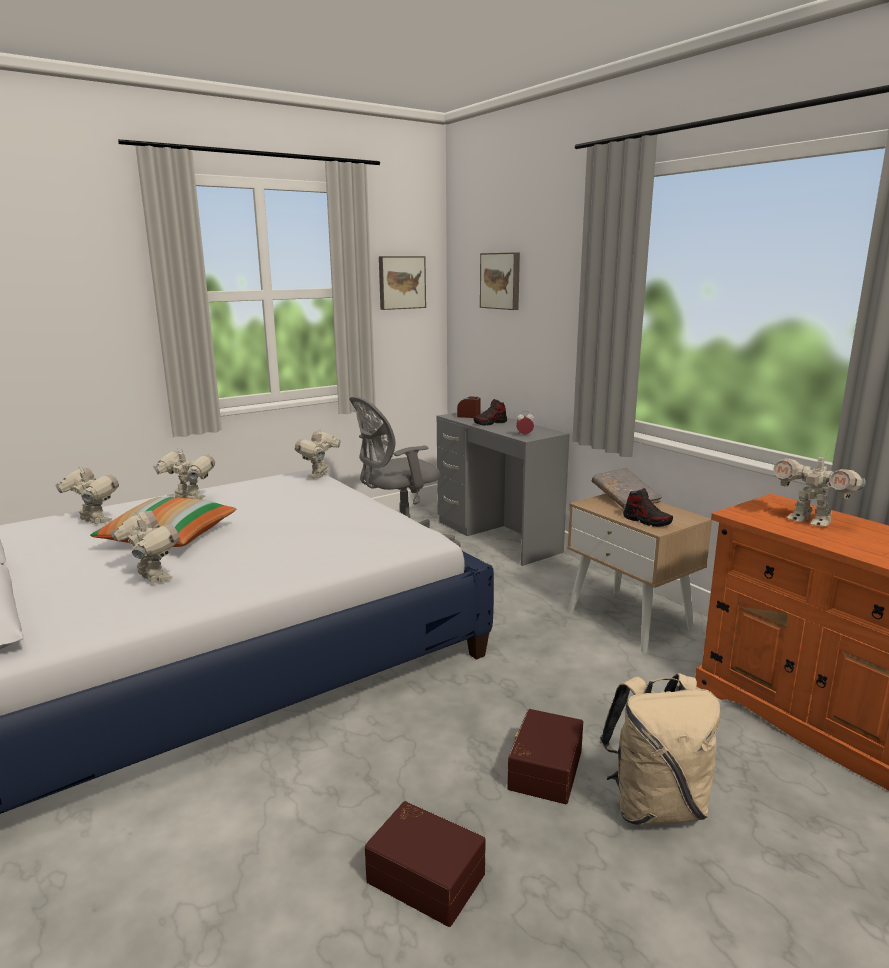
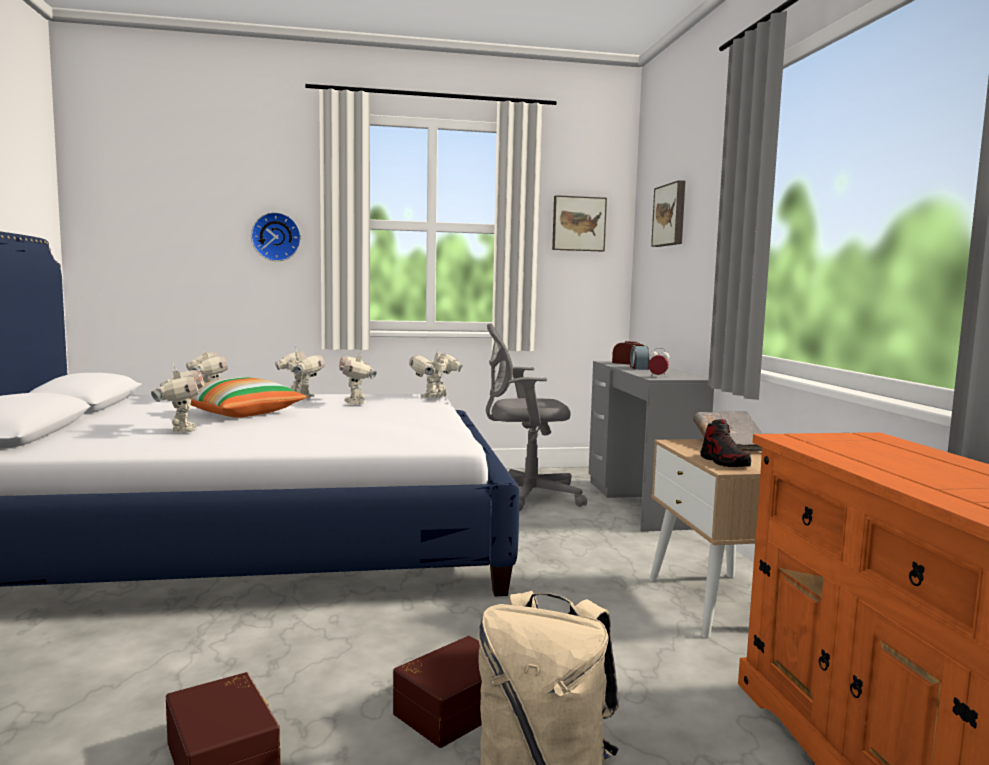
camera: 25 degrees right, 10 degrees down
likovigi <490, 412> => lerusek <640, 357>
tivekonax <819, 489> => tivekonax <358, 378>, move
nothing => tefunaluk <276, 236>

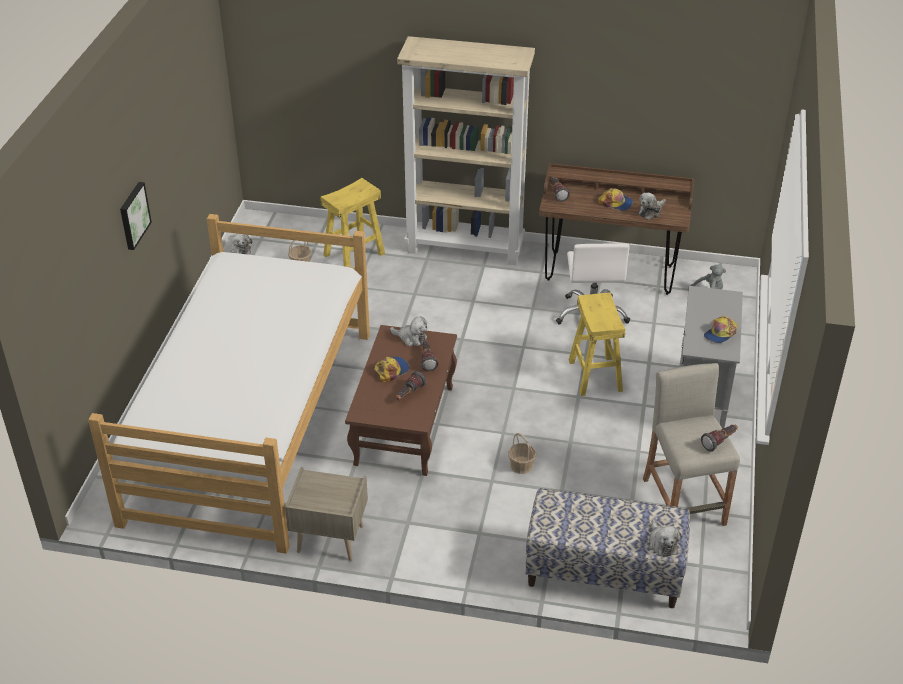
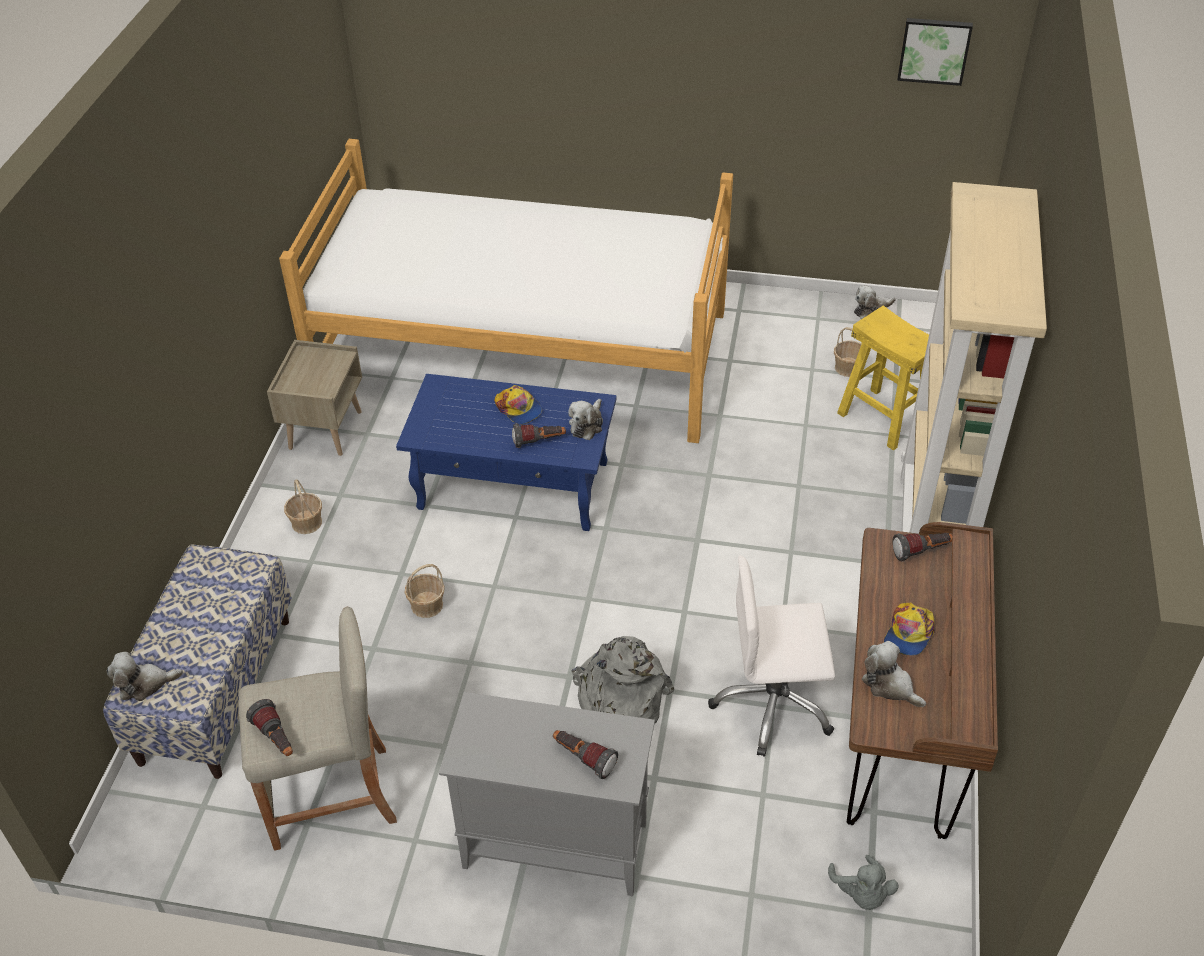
camera: 90 degrees right, 5 degrees up
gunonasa <136, 216> => gunonasa <935, 52>, move
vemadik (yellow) <597, 344> => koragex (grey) <623, 679>
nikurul <721, 329> => nothing
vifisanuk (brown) <401, 400> => vifisanuk (blue) <506, 452>
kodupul <411, 385> => kodupul <585, 754>, move
nothing => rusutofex <303, 506>

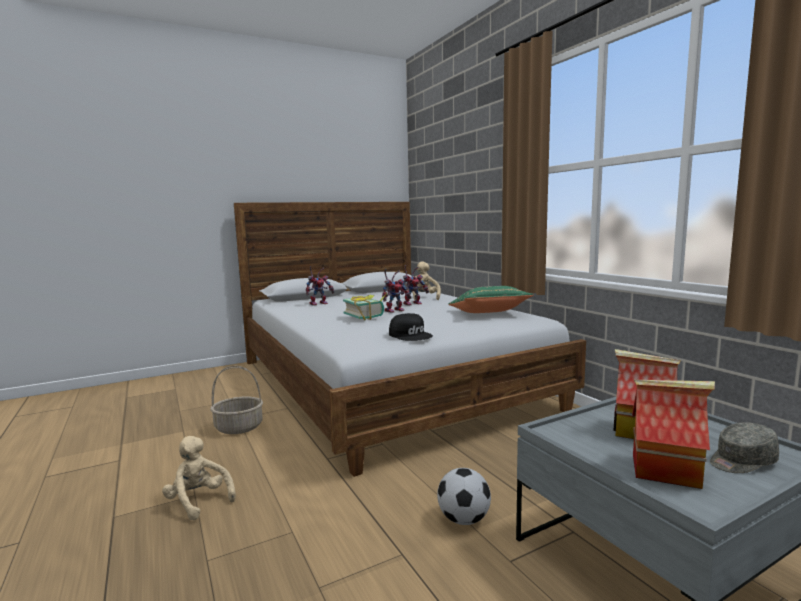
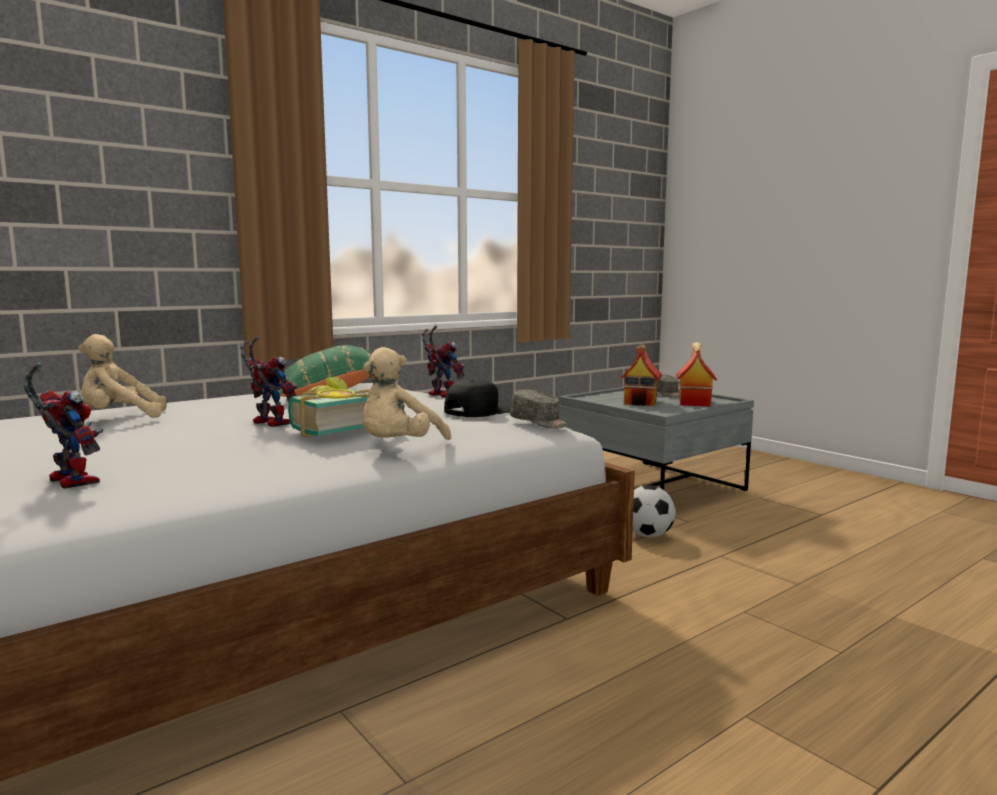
camera: 100 degrees left, 0 degrees up
tivekonax <415, 285> => tivekonax <443, 362>, move
rusutofex <236, 399> => nothing
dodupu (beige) <199, 478> => dodupu (beige) <407, 393>, move
nothing => nikurul (grey) <539, 409>

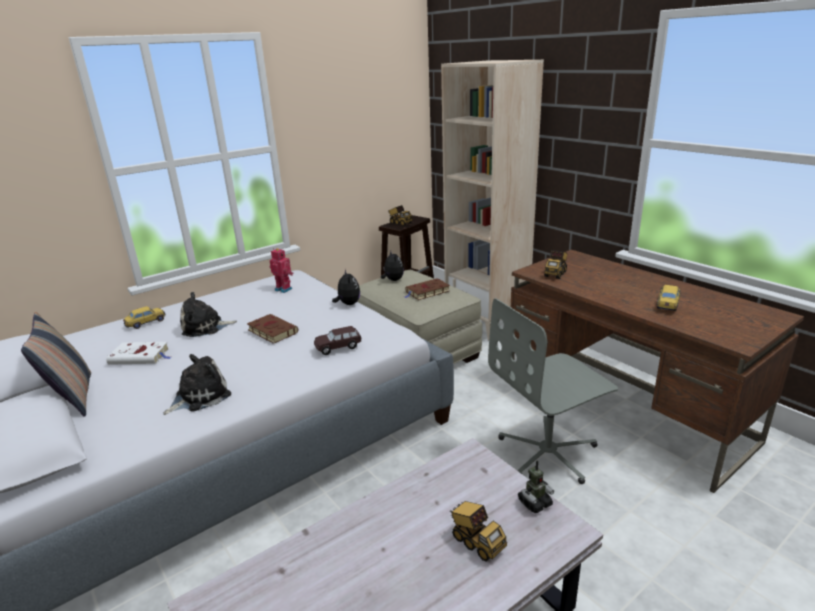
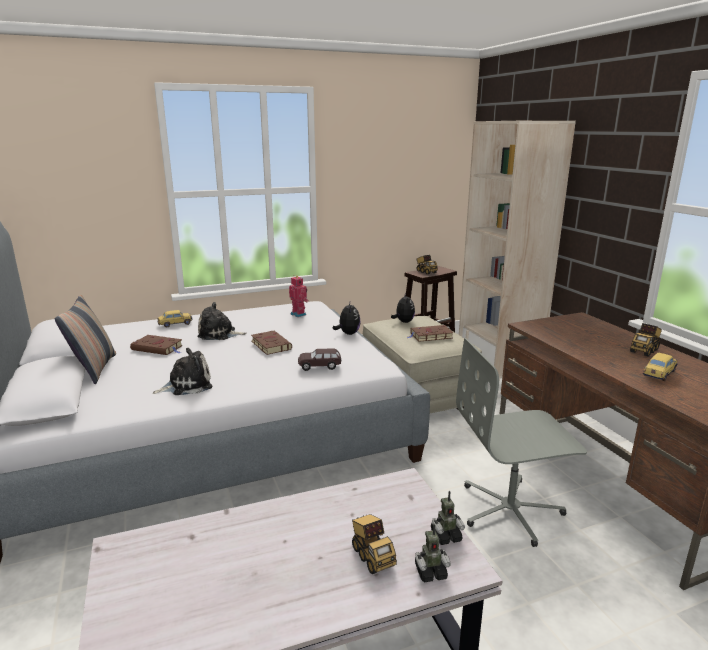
camera: 15 degrees right, 5 degrees down
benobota <556, 264> => benobota <646, 340>, move
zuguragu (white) <138, 353> => zuguragu (brown) <156, 345>
nothing => tivekonax <433, 553>

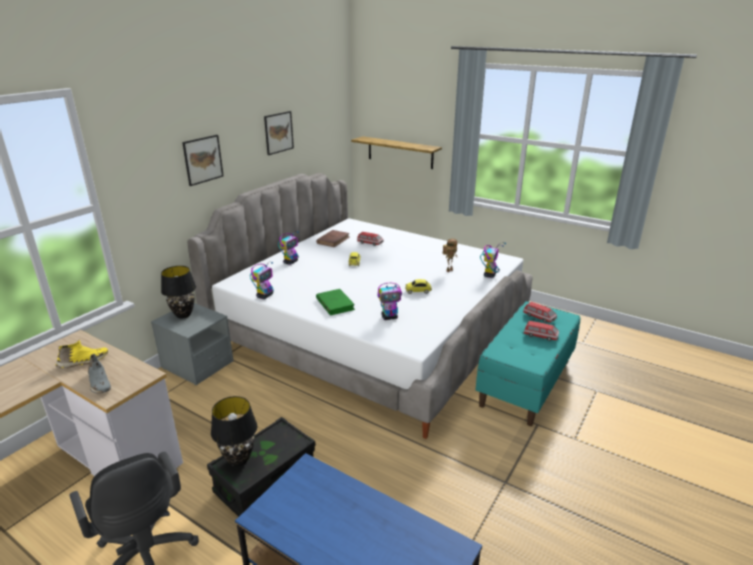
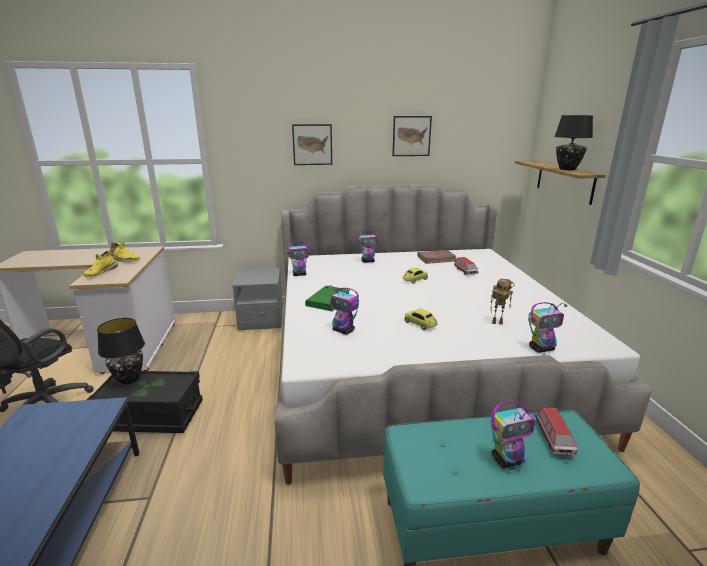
camera: 50 degrees right, 5 degrees down
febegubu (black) <178, 292> => febegubu (black) <574, 142>, move
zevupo <541, 331> => tivekonax <514, 434>
likovigi (grey) <99, 373> => likovigi (yellow) <101, 264>

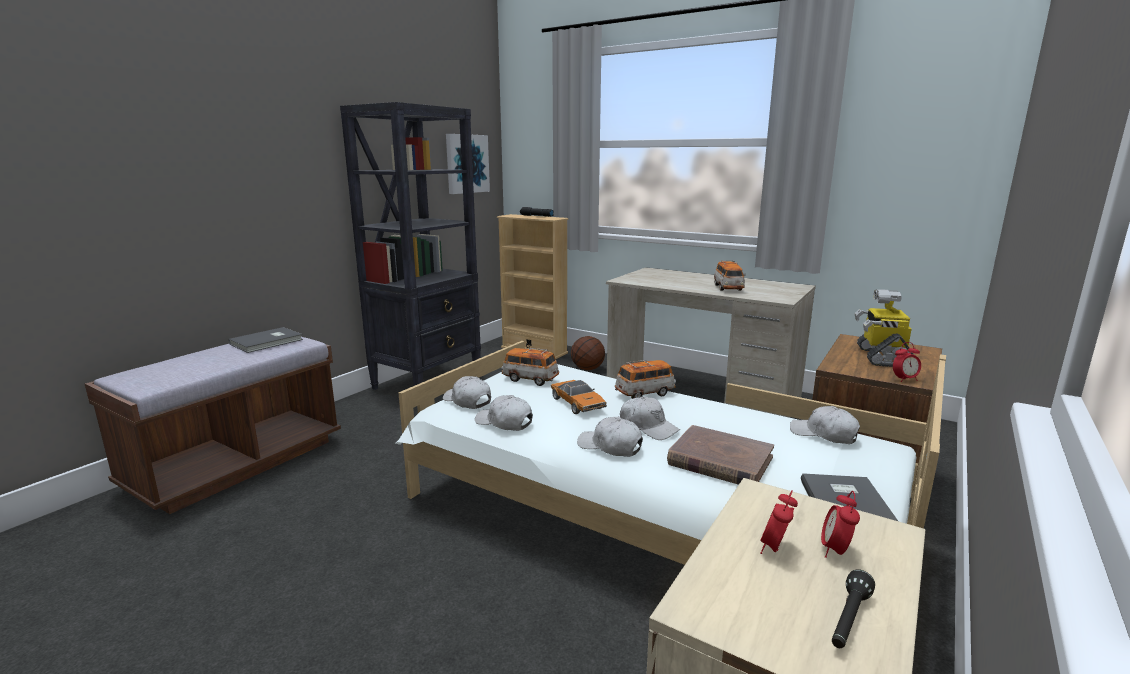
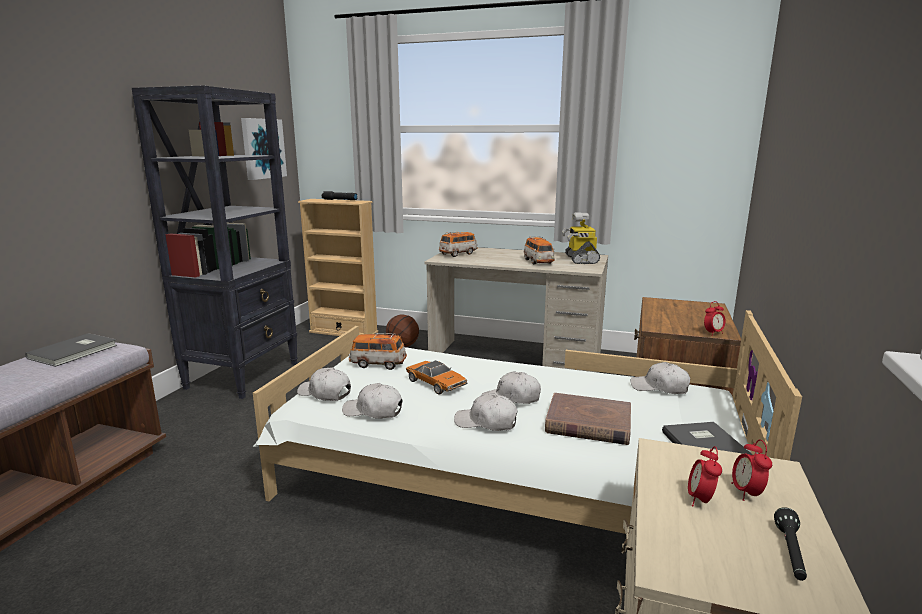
camera: 15 degrees left, 0 degrees up
tivekonax <883, 328> => tivekonax <581, 238>, move
zevupo <645, 379> => zevupo <458, 244>, move
nikurul (white) <650, 418> => nikurul (white) <511, 387>, 150 degrees clockwise

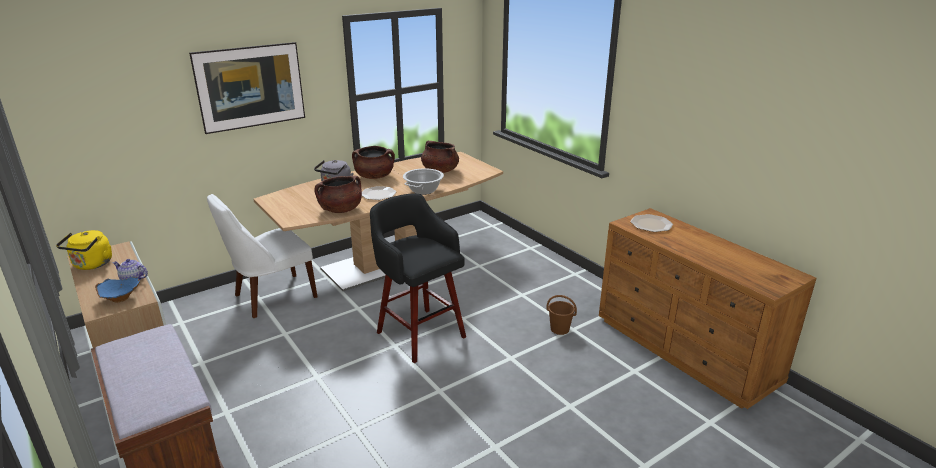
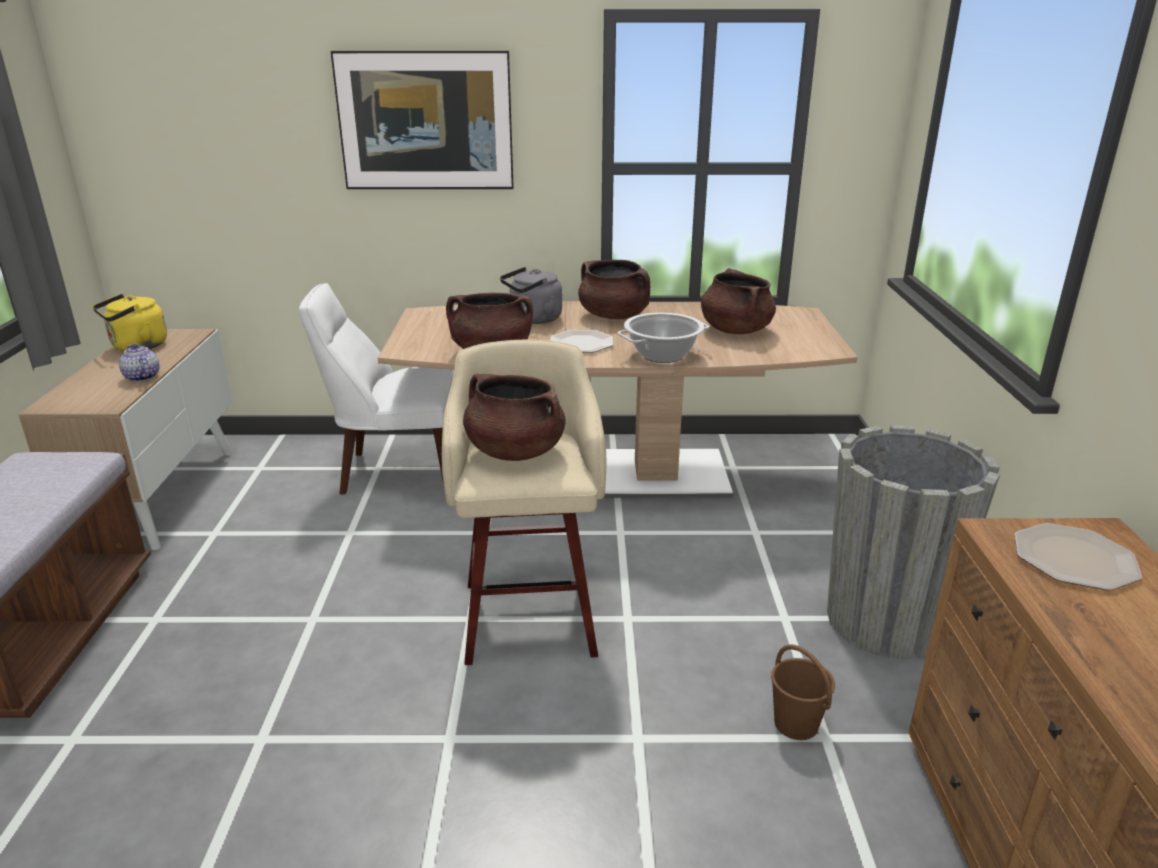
camera: 35 degrees right, 0 degrees up
vemadik (black) <418, 278> => vemadik (beige) <524, 502>
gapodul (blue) <117, 289> => nothing
nothing => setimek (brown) <514, 417>
nothing => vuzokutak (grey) <913, 542>

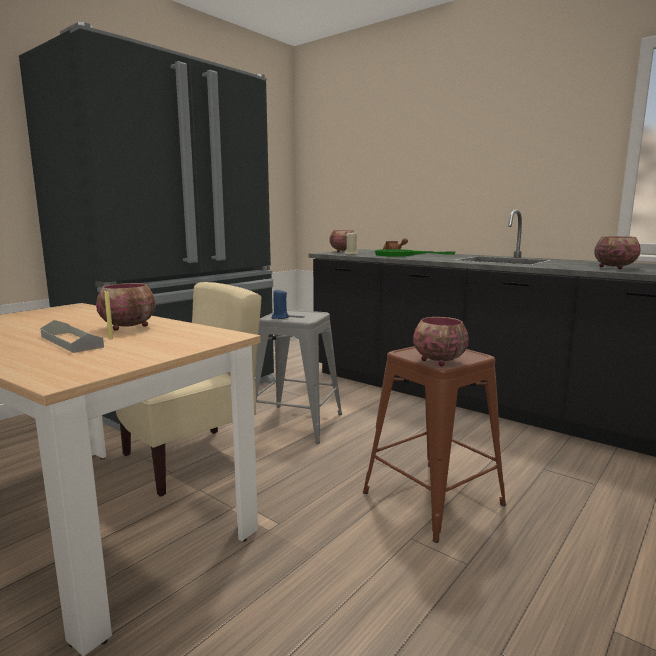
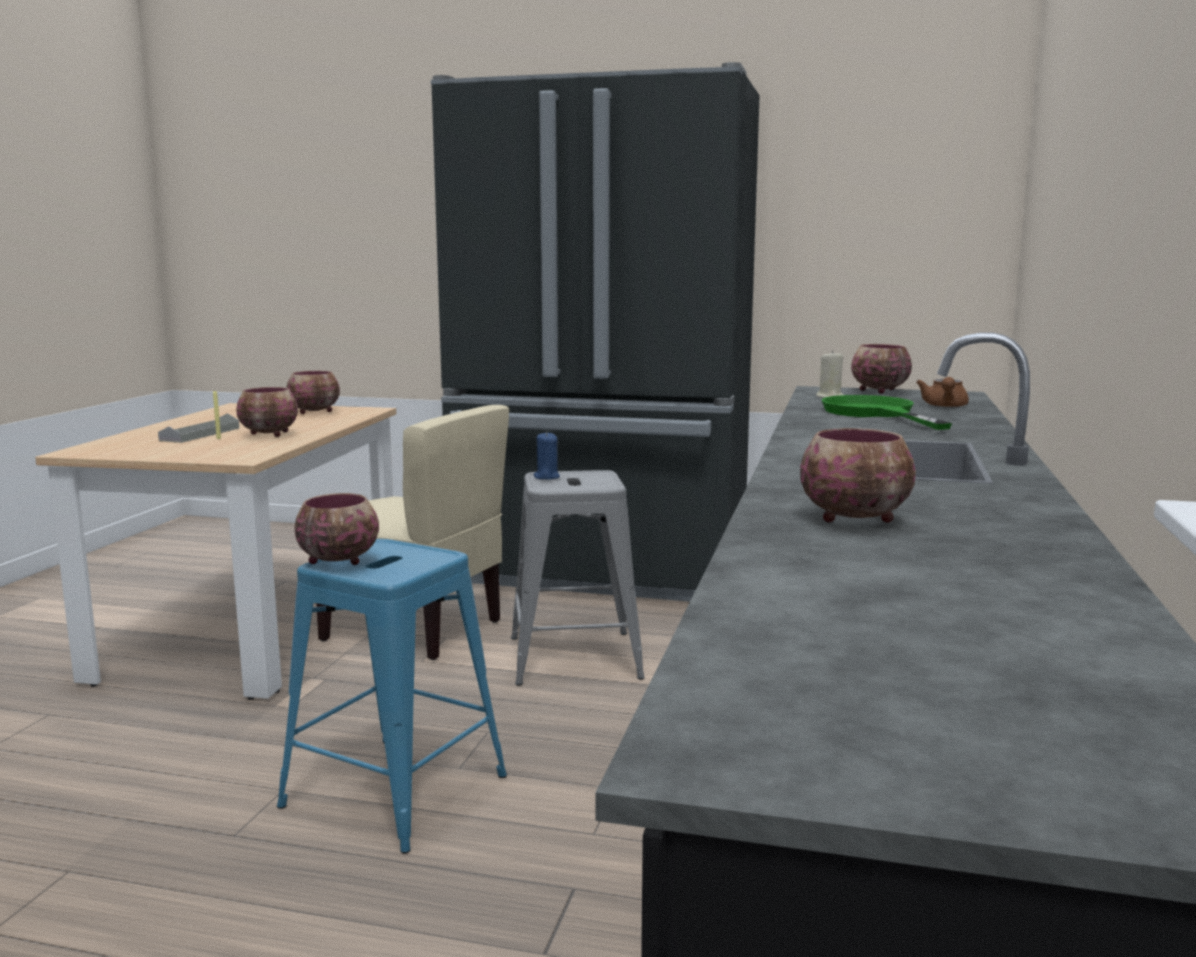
camera: 65 degrees right, 0 degrees up
vemadik (brown) <434, 444> => vemadik (blue) <392, 696>
nothing => gapodul <313, 392>

